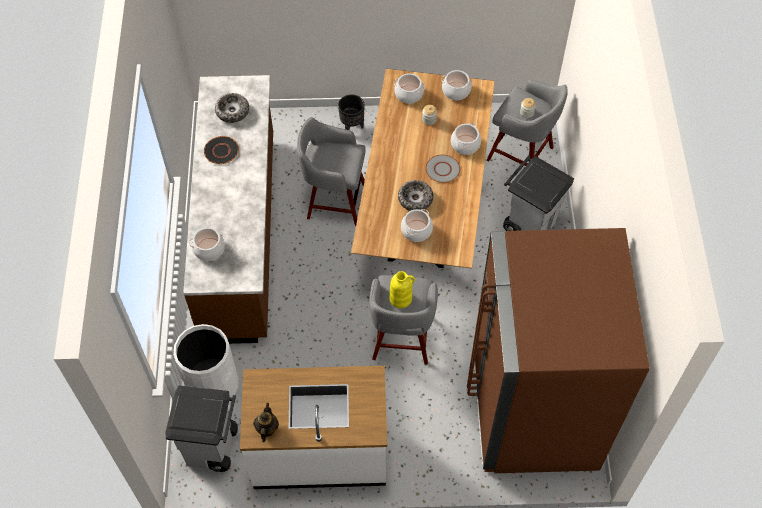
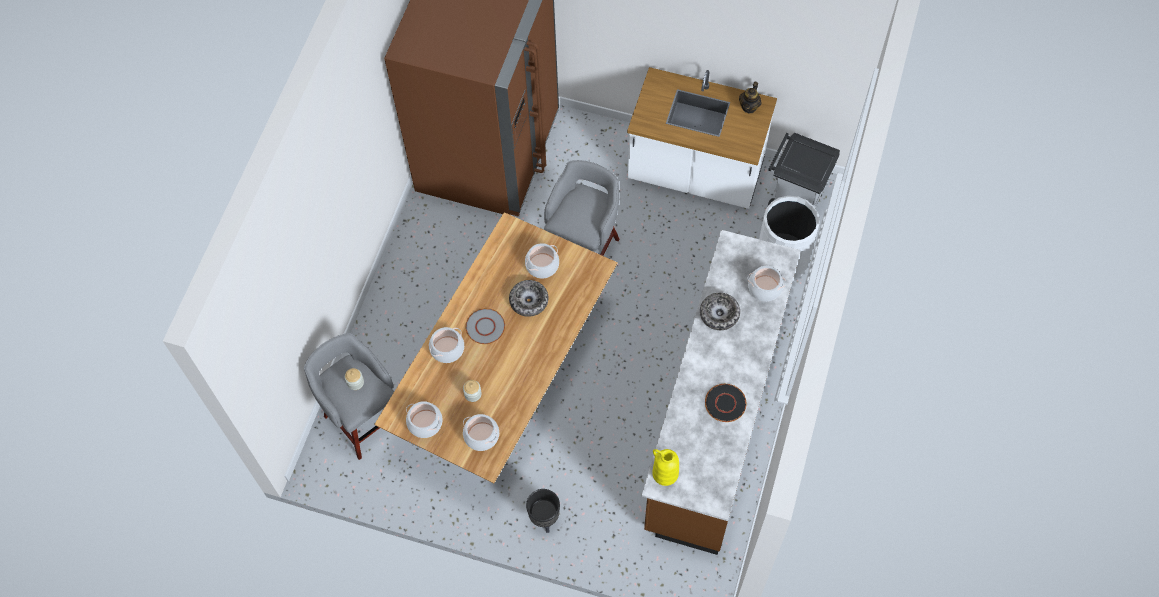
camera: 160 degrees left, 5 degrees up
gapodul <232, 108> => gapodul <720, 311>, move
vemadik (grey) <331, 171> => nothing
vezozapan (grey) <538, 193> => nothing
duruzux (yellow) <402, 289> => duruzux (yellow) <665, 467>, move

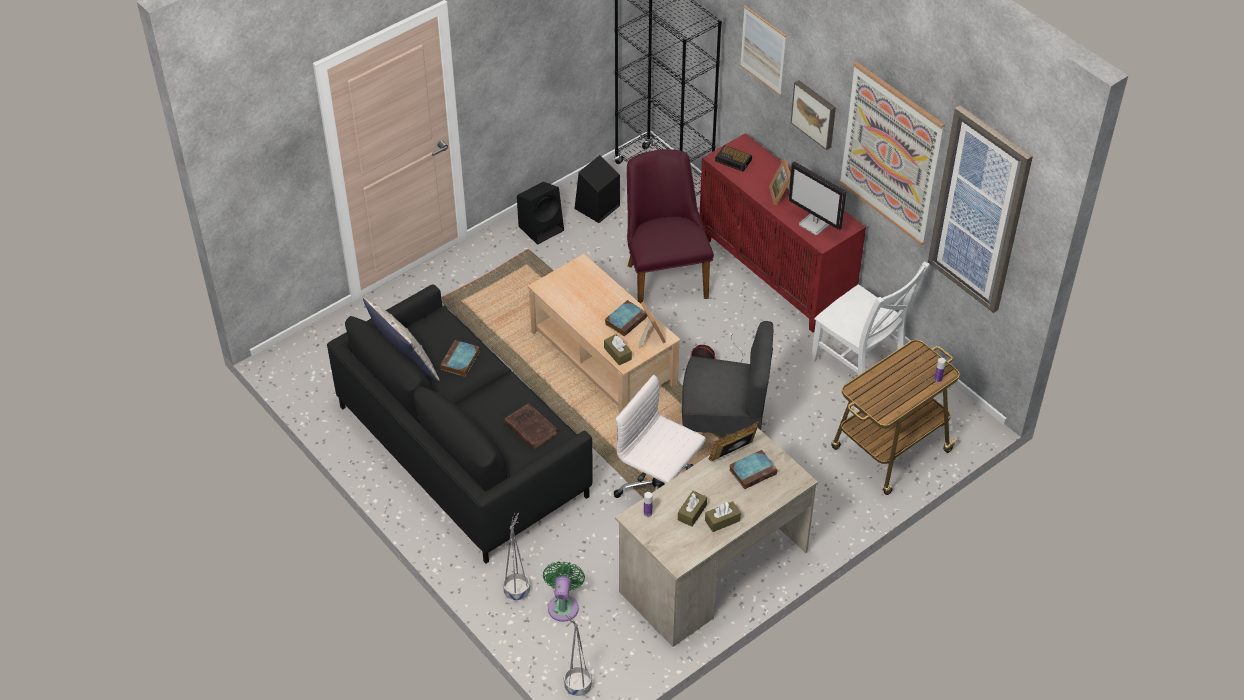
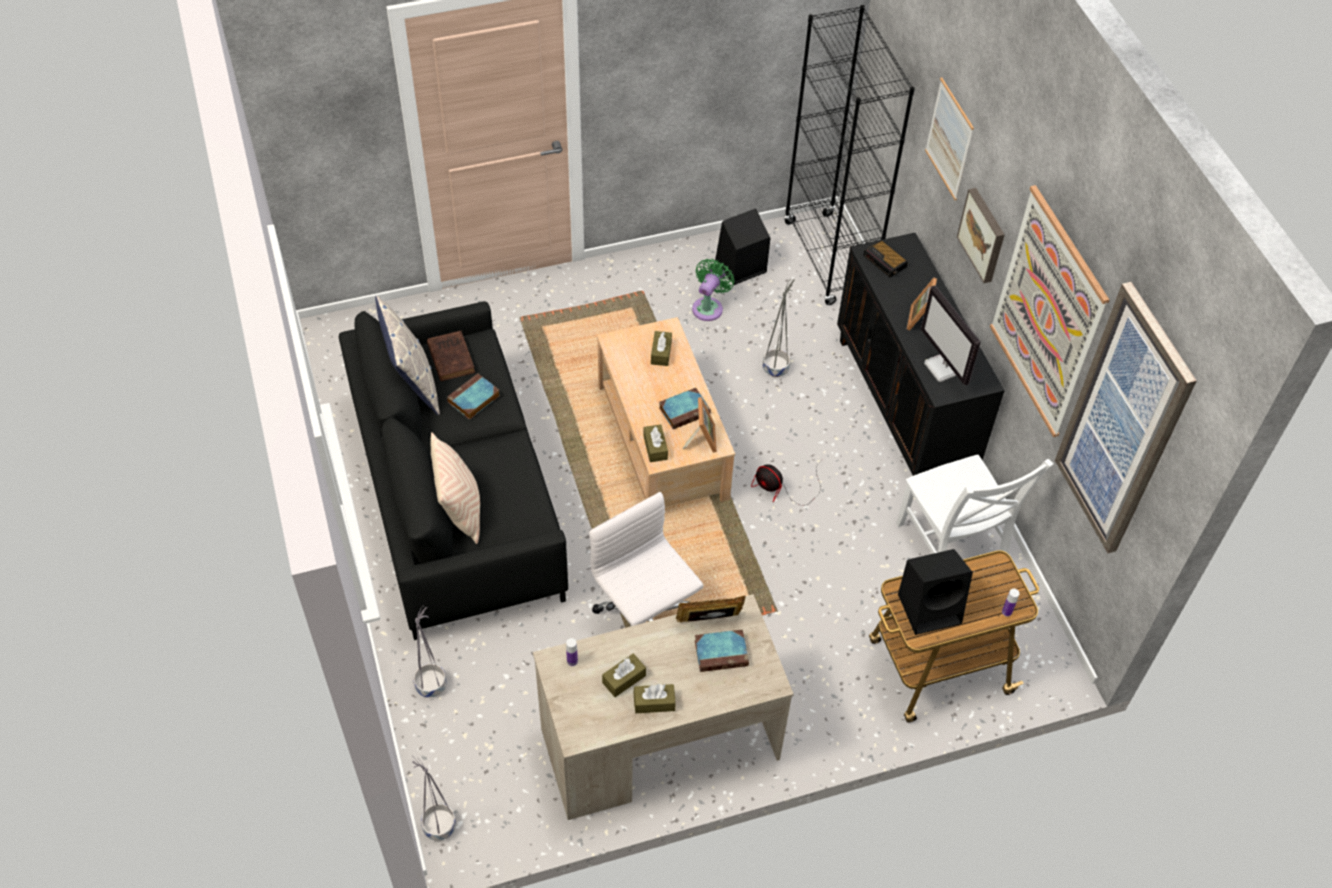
camera: 20 degrees right, 5 degrees up
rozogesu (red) <783, 232> => rozogesu (black) <921, 354>
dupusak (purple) <670, 226> => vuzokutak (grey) <779, 328>
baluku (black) <540, 213> => baluku (black) <935, 592>, move
dupusak (grey) <727, 377> => nothing
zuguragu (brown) <531, 426> => zuguragu (brown) <451, 356>, move
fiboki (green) <564, 591> => fiboki (green) <713, 290>, move
nothing => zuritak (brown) <661, 348>
nothing => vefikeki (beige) <455, 488>

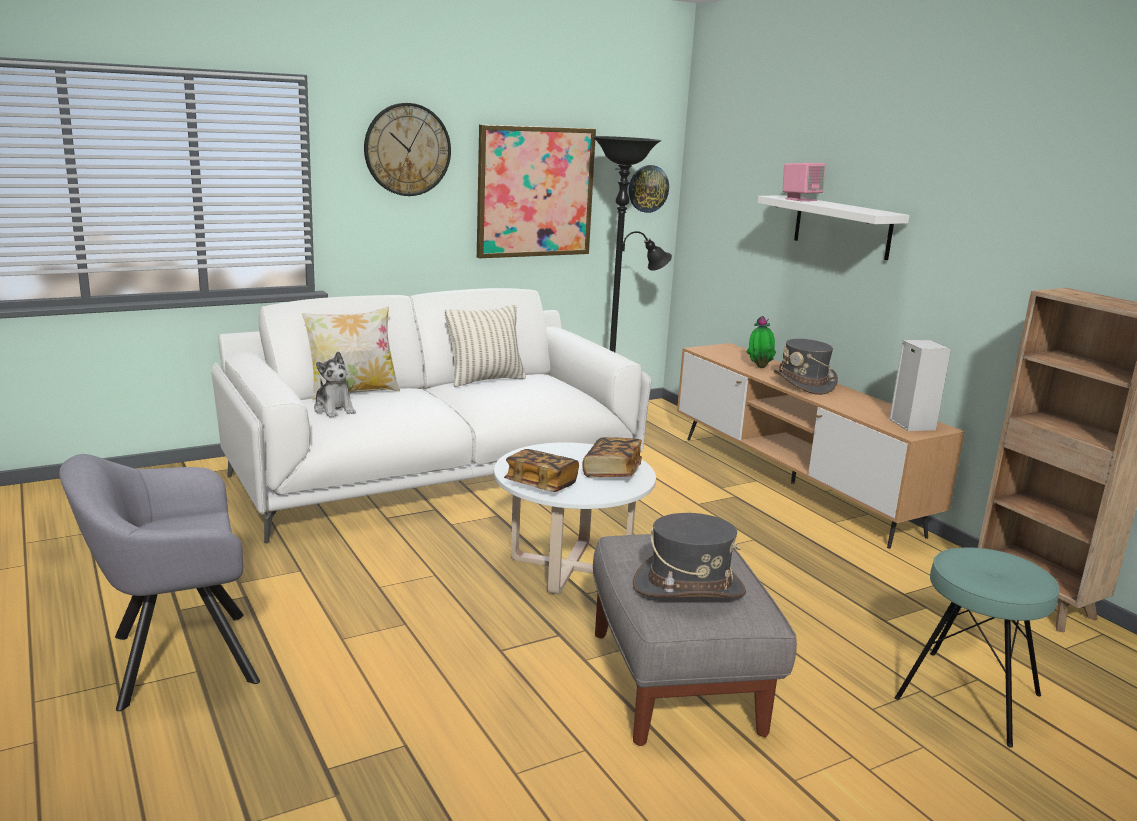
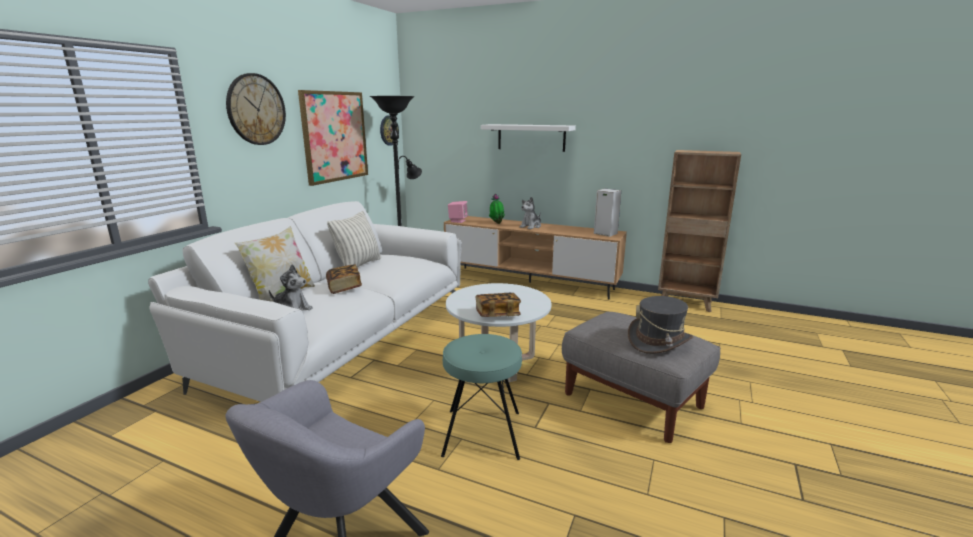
camera: 35 degrees left, 0 degrees up
baluku (pink) <804, 182> => baluku (pink) <458, 212>, move
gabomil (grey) <806, 367> => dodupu <530, 213>
zuguragu <612, 457> => zuguragu <344, 279>, move
vemadik (turquoise) <977, 647> => vemadik (turquoise) <481, 397>, move

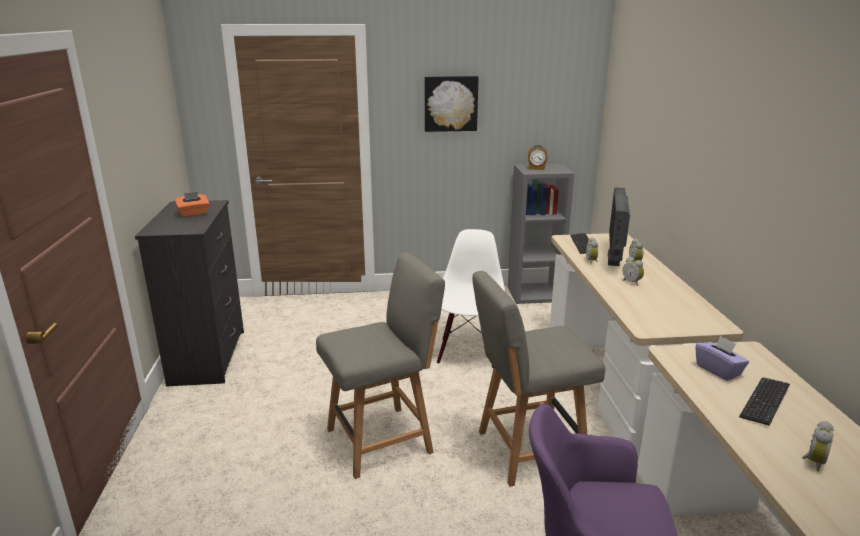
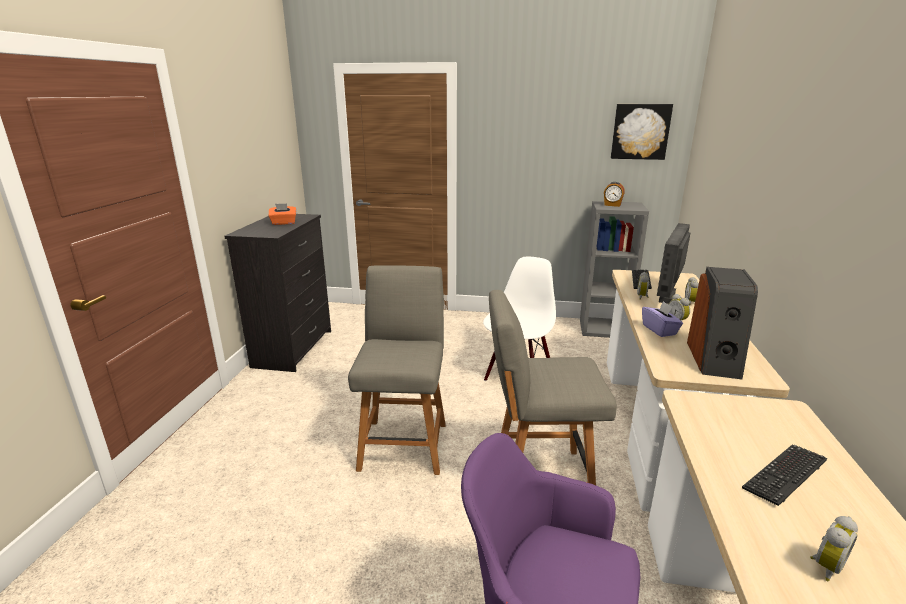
camera: 15 degrees right, 0 degrees up
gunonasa <451, 104> => gunonasa <642, 132>, move
dupusak (grey) <380, 365> => dupusak (grey) <397, 370>, 75 degrees counterclockwise
zuritak (purple) <722, 358> => zuritak (purple) <662, 319>, move
nothing => baluku <722, 323>

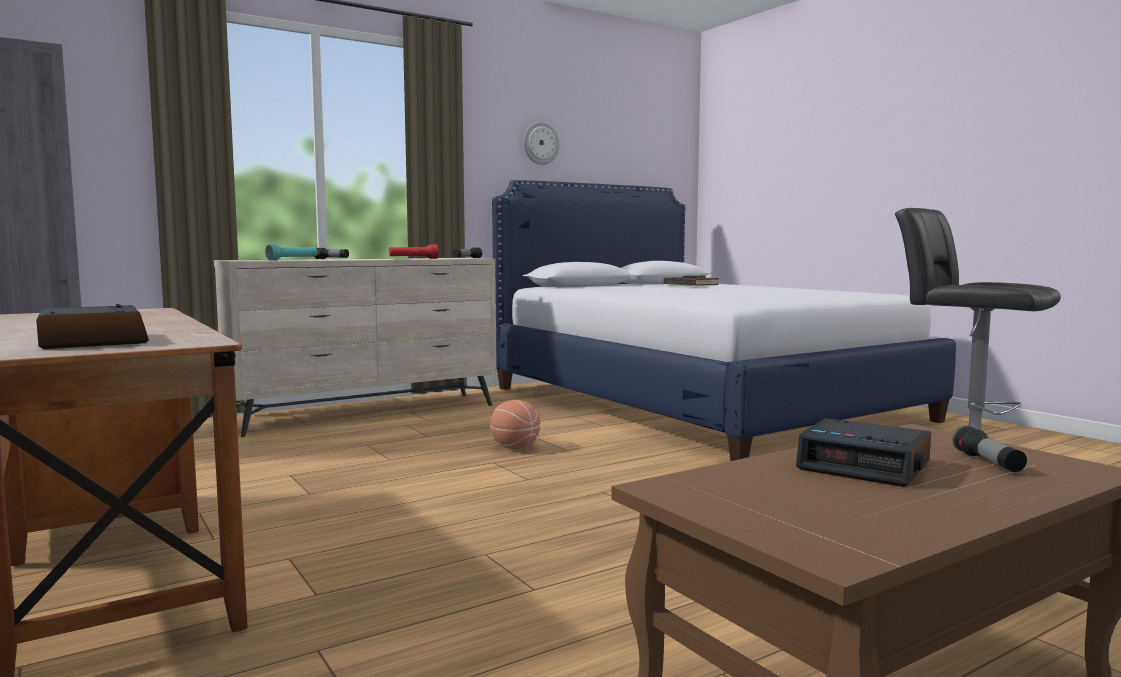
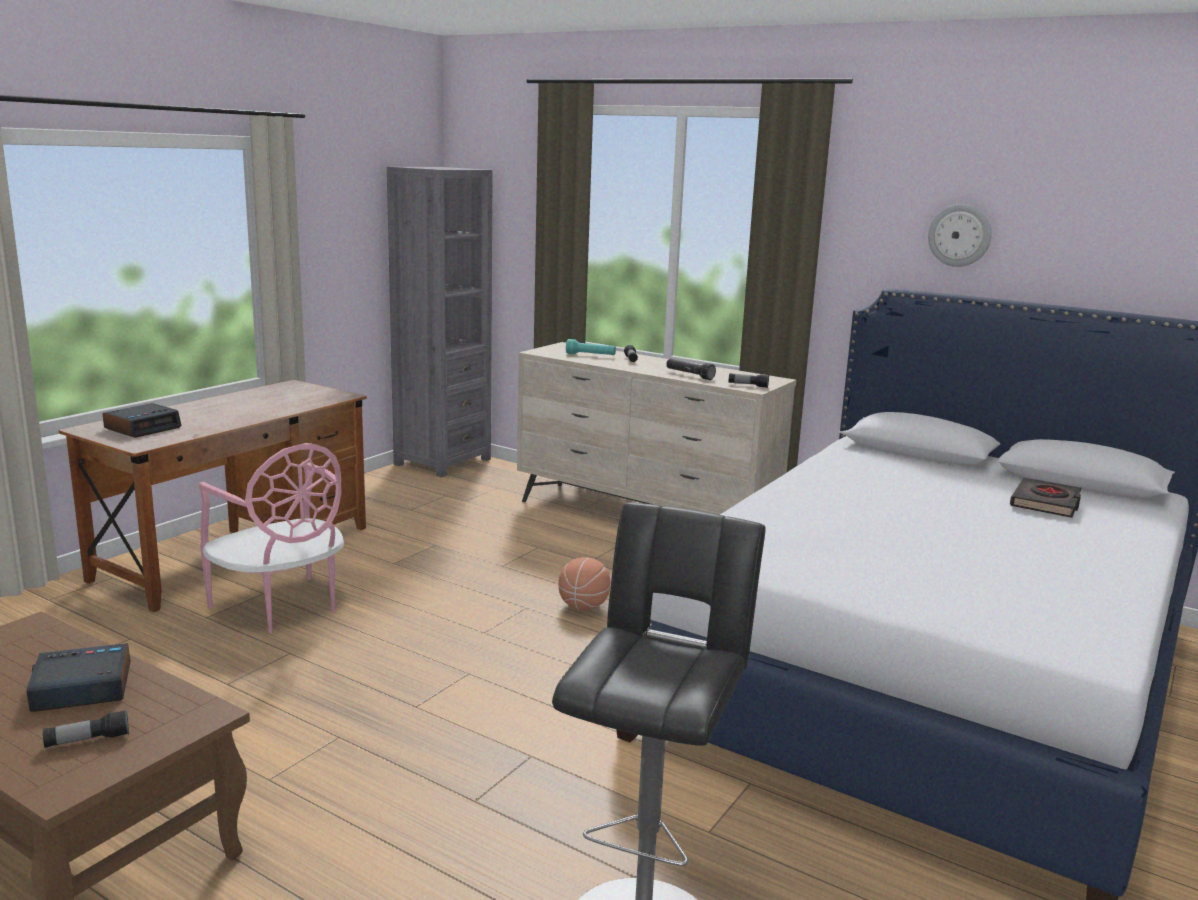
camera: 65 degrees right, 10 degrees up
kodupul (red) <413, 251> => kodupul (black) <691, 369>
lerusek <863, 452> => lerusek <78, 677>, 60 degrees clockwise
nothing => dupusak (pink) <271, 538>

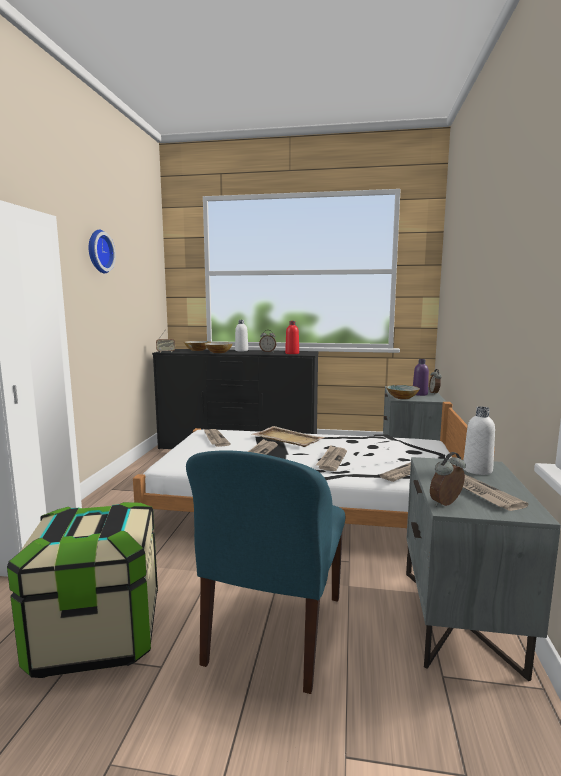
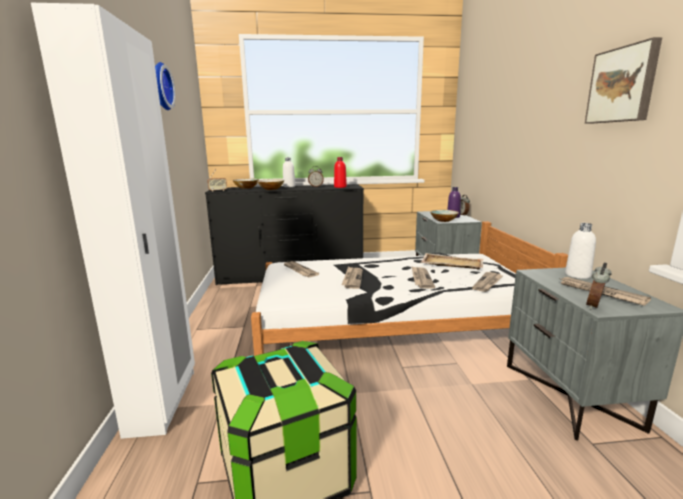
camera: 15 degrees left, 5 degrees up
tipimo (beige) <288, 436> => tipimo (beige) <452, 261>, move
dupusak (blue) <265, 572> => nothing
nothing => gunonasa <623, 80>

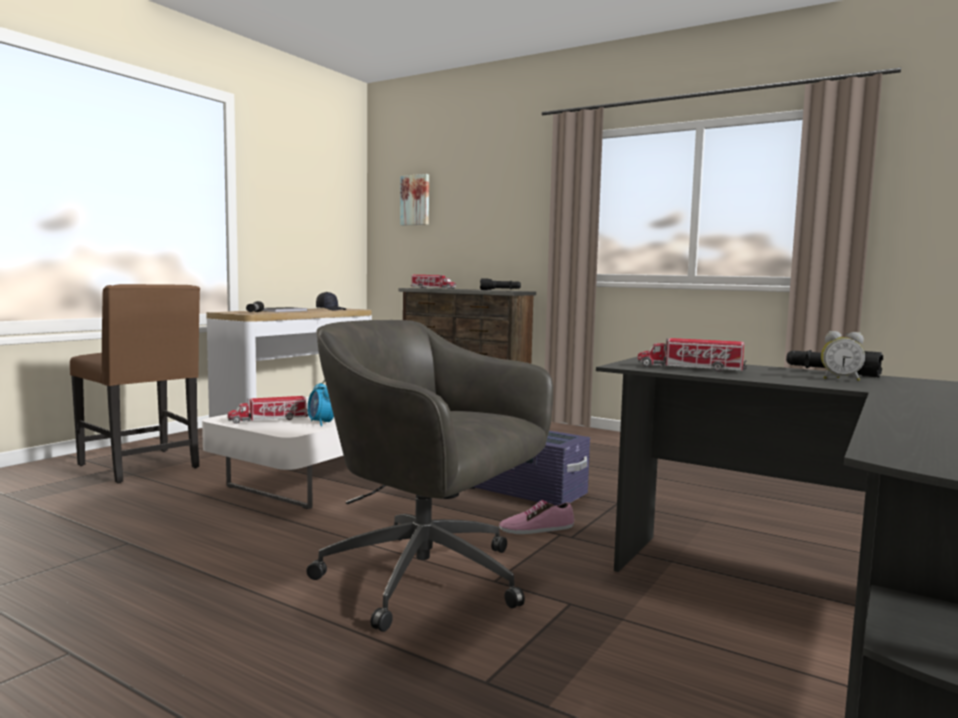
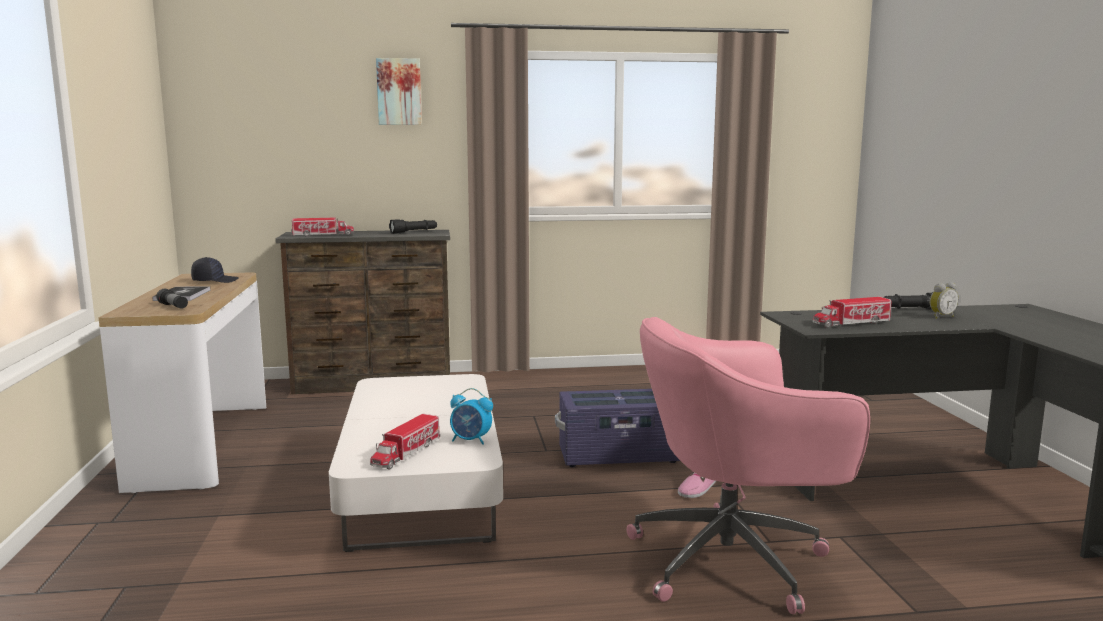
camera: 40 degrees left, 5 degrees up
gunonasa <414, 199> => gunonasa <399, 91>, move
dupusak (brown) <135, 383> => nothing
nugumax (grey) <429, 476> => nugumax (pink) <748, 465>

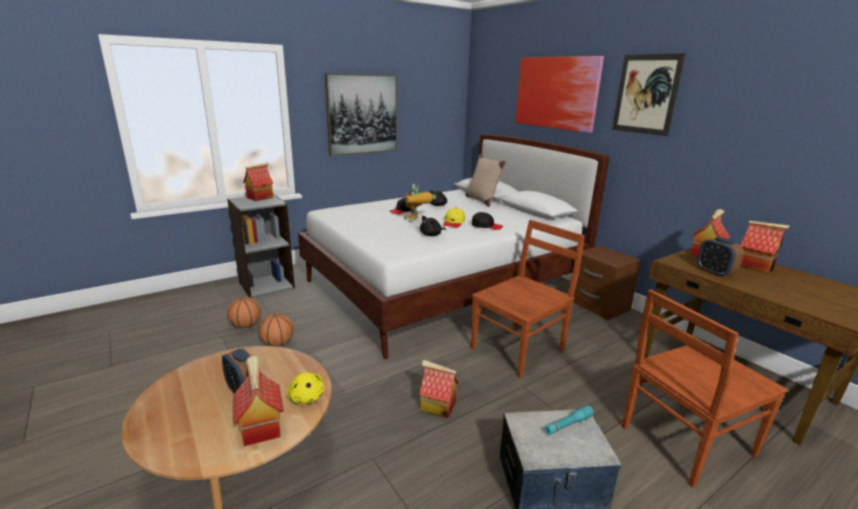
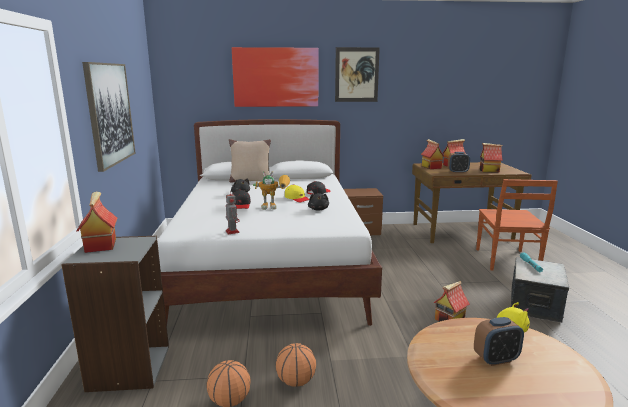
camera: 60 degrees left, 5 degrees down
dupusak (brown) <528, 299> => nothing
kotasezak <258, 401> => kotasezak <491, 158>, move
nothing => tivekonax <233, 212>

